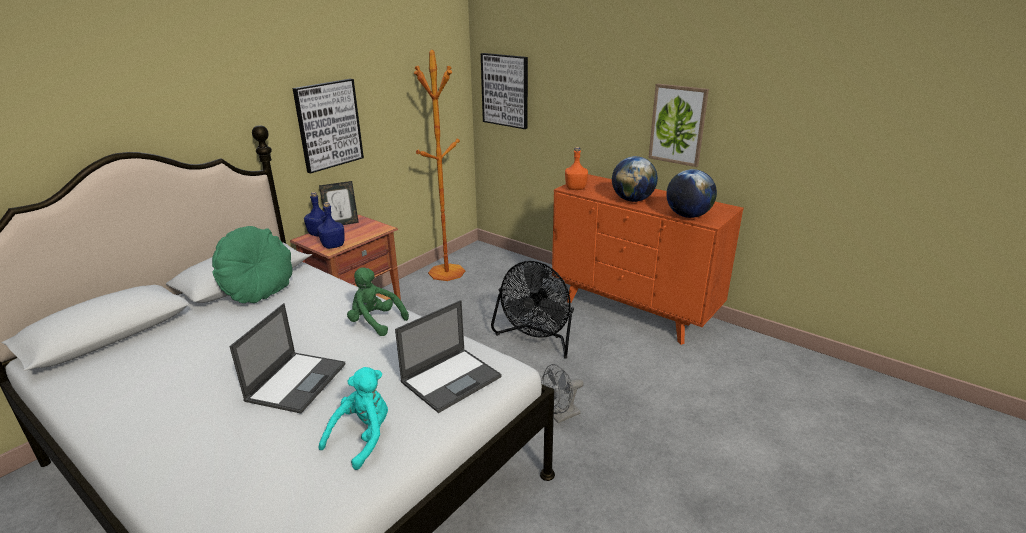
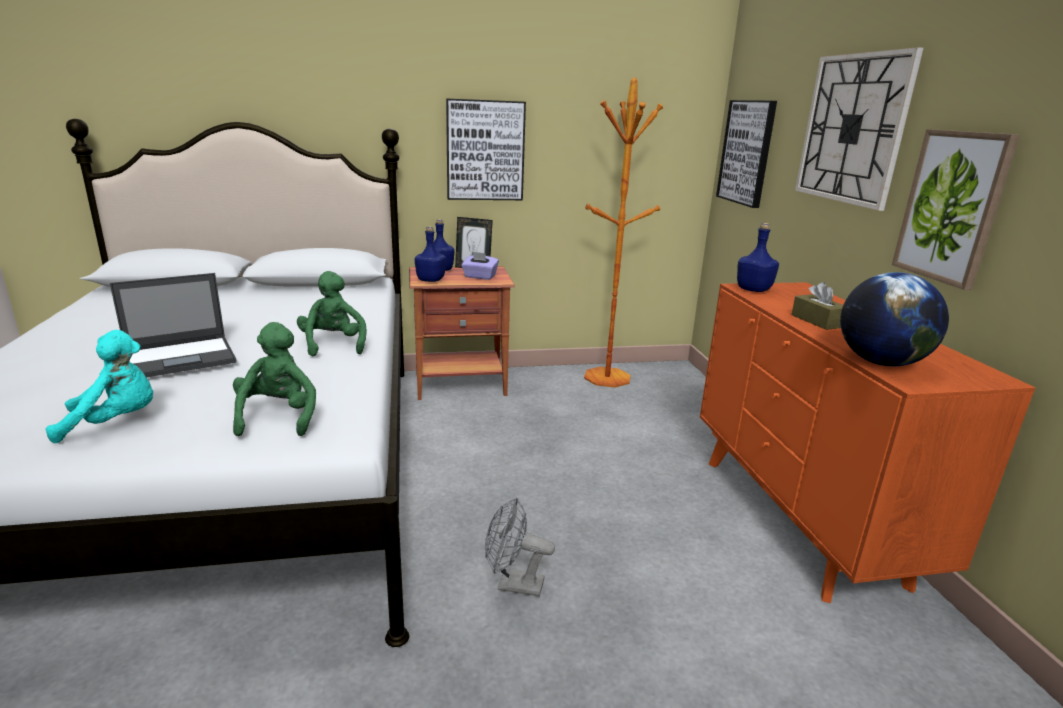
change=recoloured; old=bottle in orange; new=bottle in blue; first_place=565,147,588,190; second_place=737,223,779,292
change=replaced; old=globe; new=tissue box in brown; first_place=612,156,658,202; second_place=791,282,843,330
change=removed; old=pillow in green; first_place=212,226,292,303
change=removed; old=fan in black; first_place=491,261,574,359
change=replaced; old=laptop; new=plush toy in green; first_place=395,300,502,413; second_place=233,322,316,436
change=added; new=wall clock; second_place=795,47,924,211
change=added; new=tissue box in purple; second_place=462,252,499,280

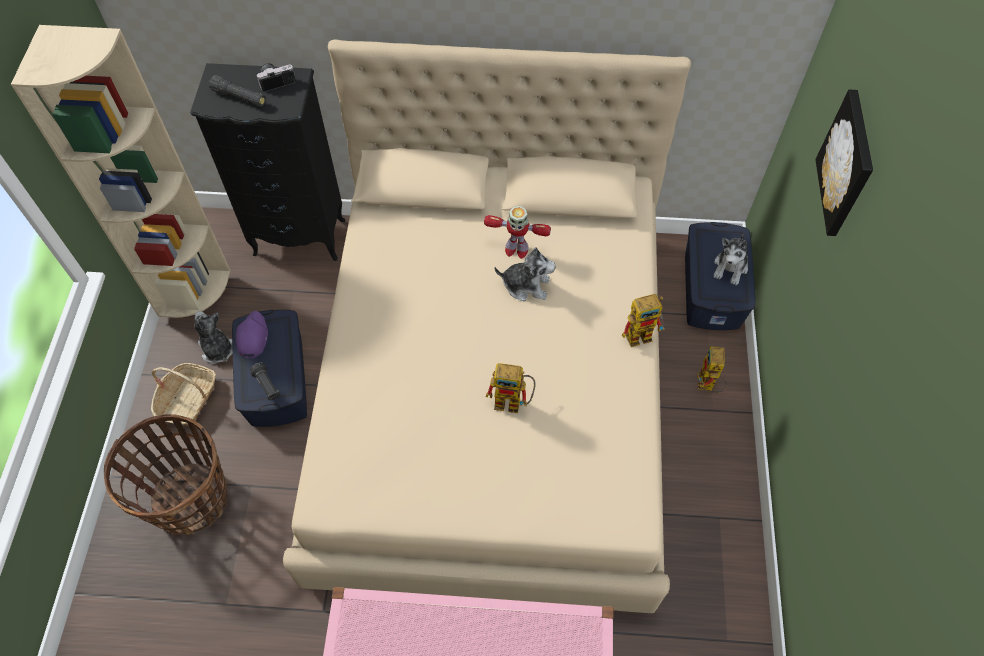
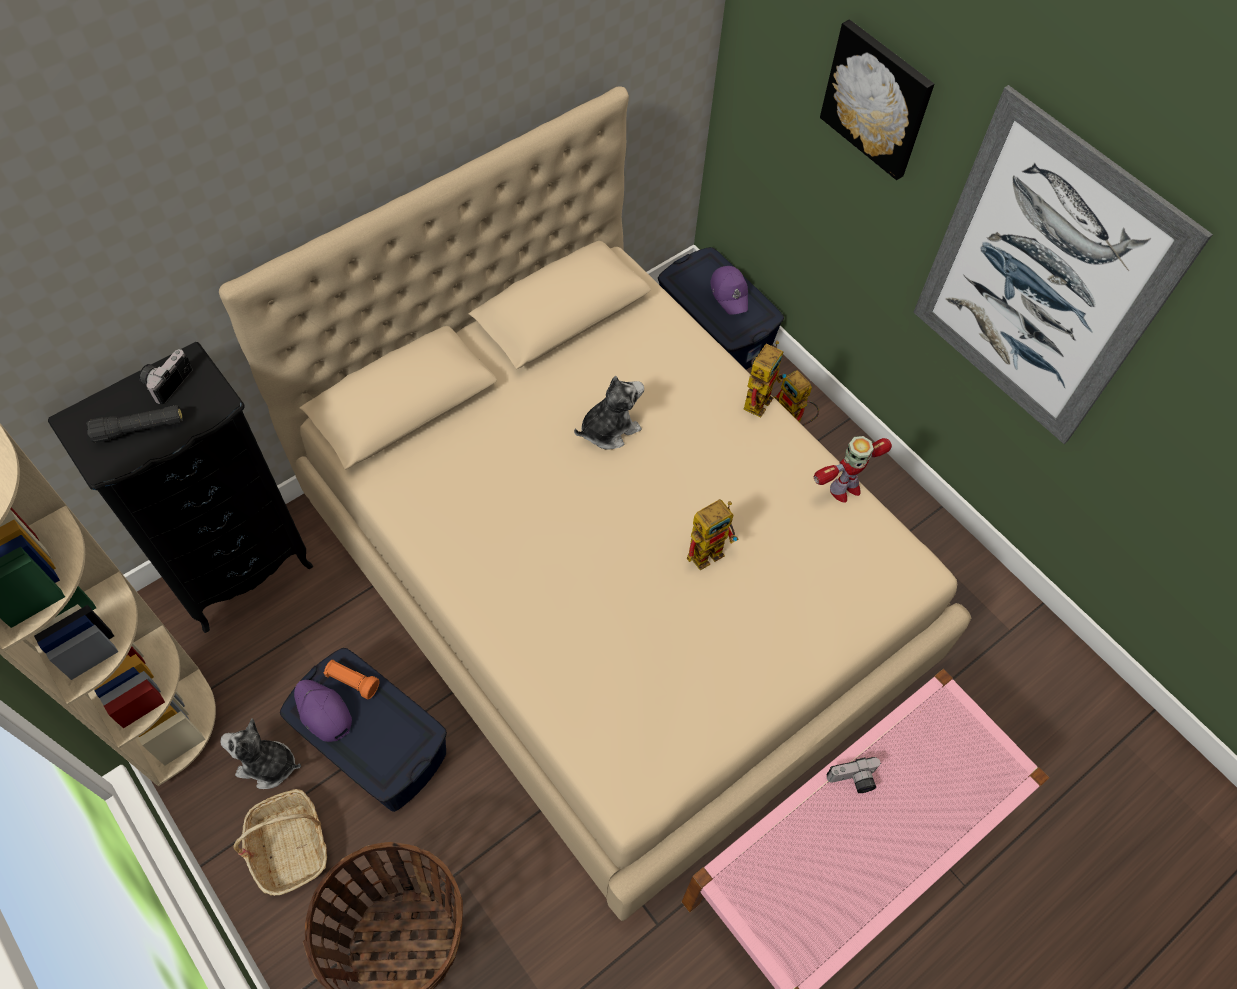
change=moved; old=toy robot; first_place=484,206,551,259; second_place=814,436,892,503
change=replaced; old=plush toy; new=cap in purple; first_place=714,235,748,285; second_place=710,266,748,315
change=removed; old=flashlight in black; first_place=250,362,280,400
change=added; new=picture; second_place=913,85,1213,444
change=added; new=flashlight in orange; second_place=324,660,379,699
change=added; new=photo camera; second_place=827,757,881,793

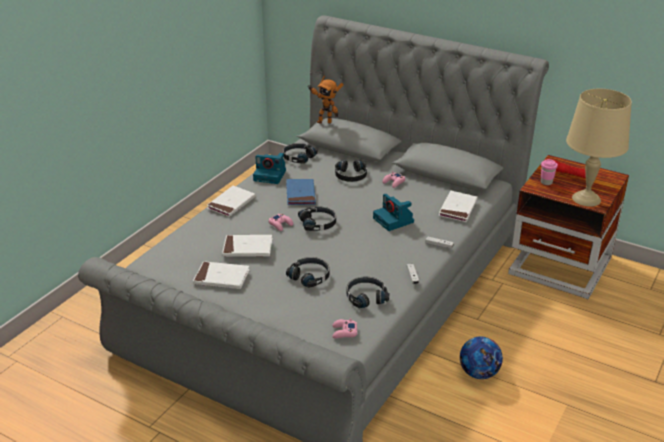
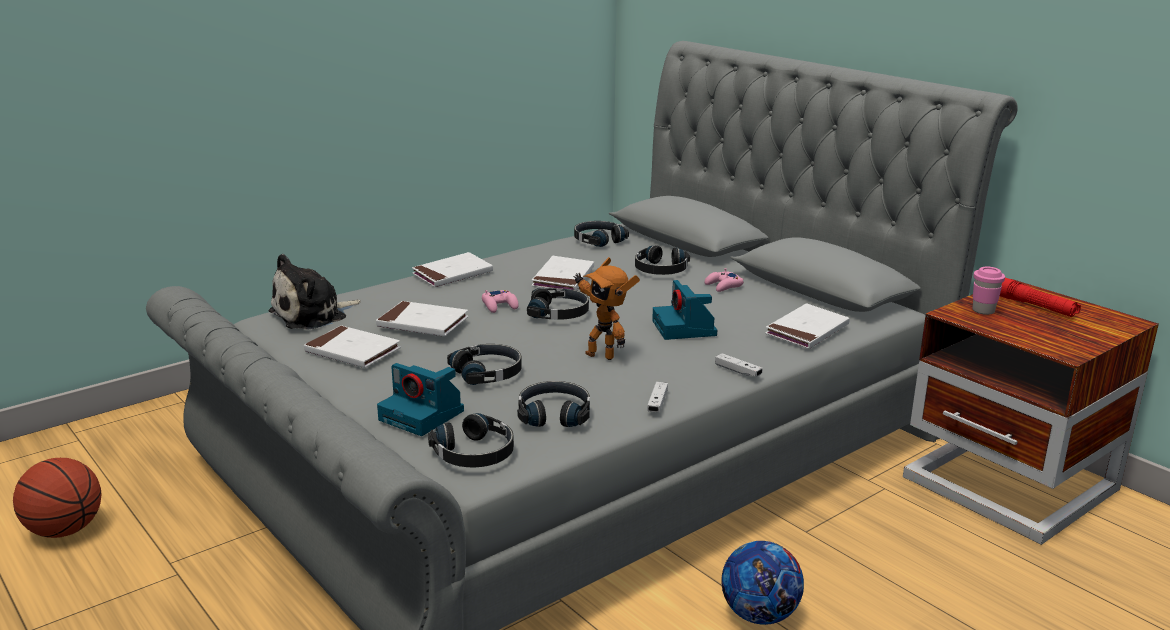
change=moved; old=toy robot; first_place=309,76,344,124; second_place=574,257,640,360
change=removed; old=table lamp in beige; first_place=566,89,632,207
change=moved; old=photo camera; first_place=253,153,286,184; second_place=377,363,464,436
change=recoloured; old=book in blue; new=book in white; first_place=286,179,316,205; second_place=531,256,594,290
change=replaced; old=game controller in pink; new=headphones in black; first_place=332,318,357,338; second_place=428,413,514,467
change=added; new=plush toy; second_place=269,254,361,330
change=added; new=basketball; second_place=13,458,102,538

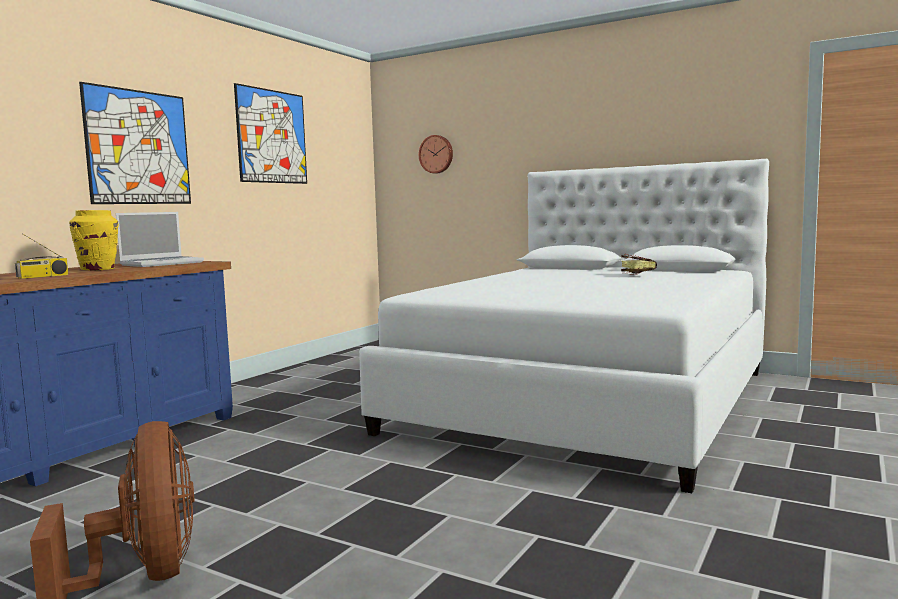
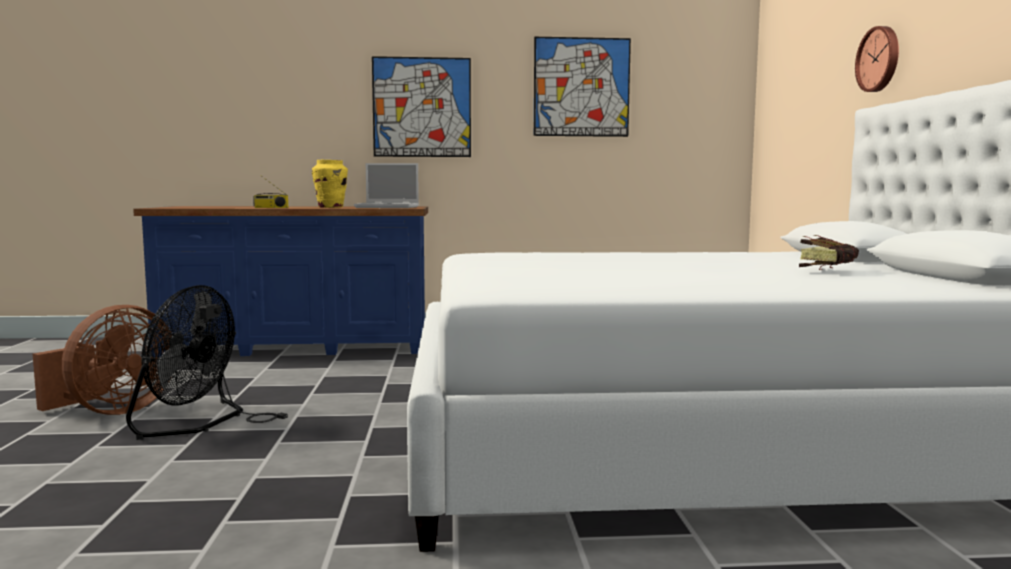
change=moved; old=wall clock; first_place=419,135,453,174; second_place=855,26,899,92
change=added; new=fan in black; second_place=126,285,288,440

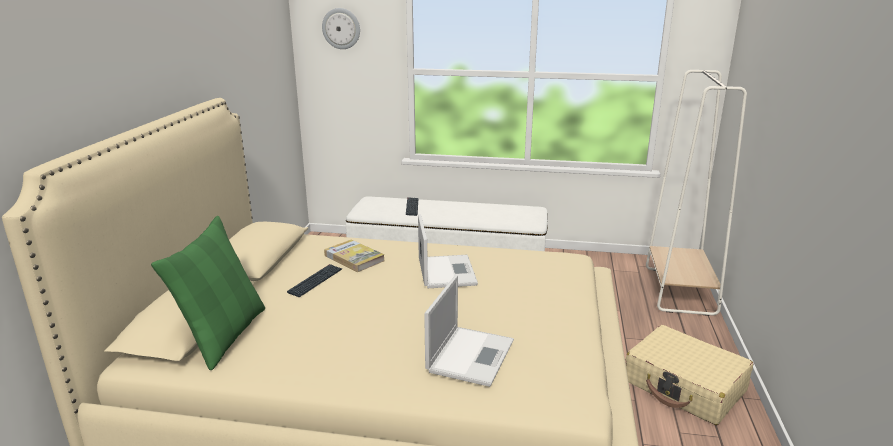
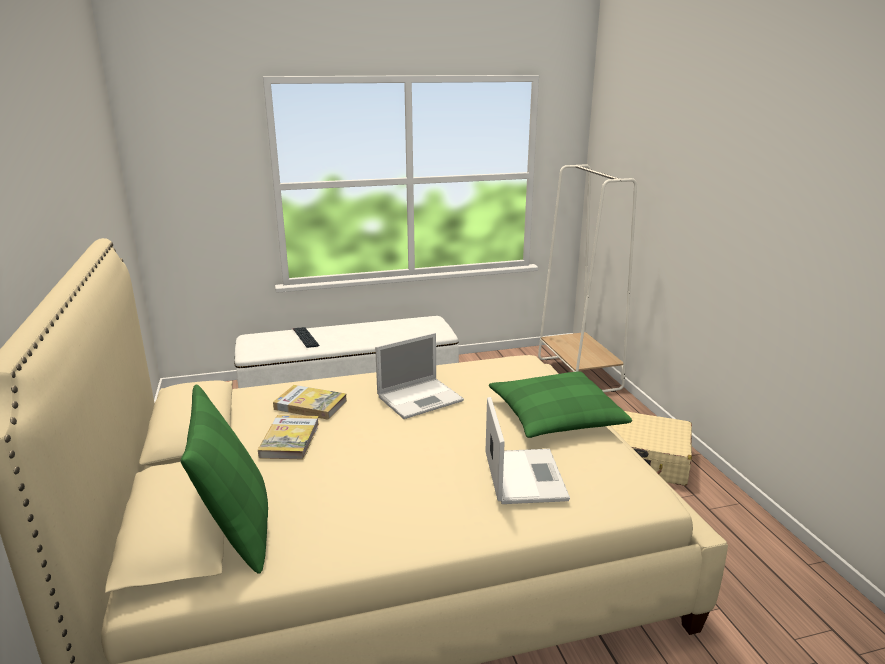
change=removed; old=wall clock; first_place=322,8,360,49
change=turned; old=laptop; first_place=418,214,478,288; second_place=375,333,464,419; degrees=90
change=replaced; old=keyboard; new=book; first_place=287,264,342,297; second_place=258,415,319,460
change=added; new=pillow in green; second_place=489,371,632,438

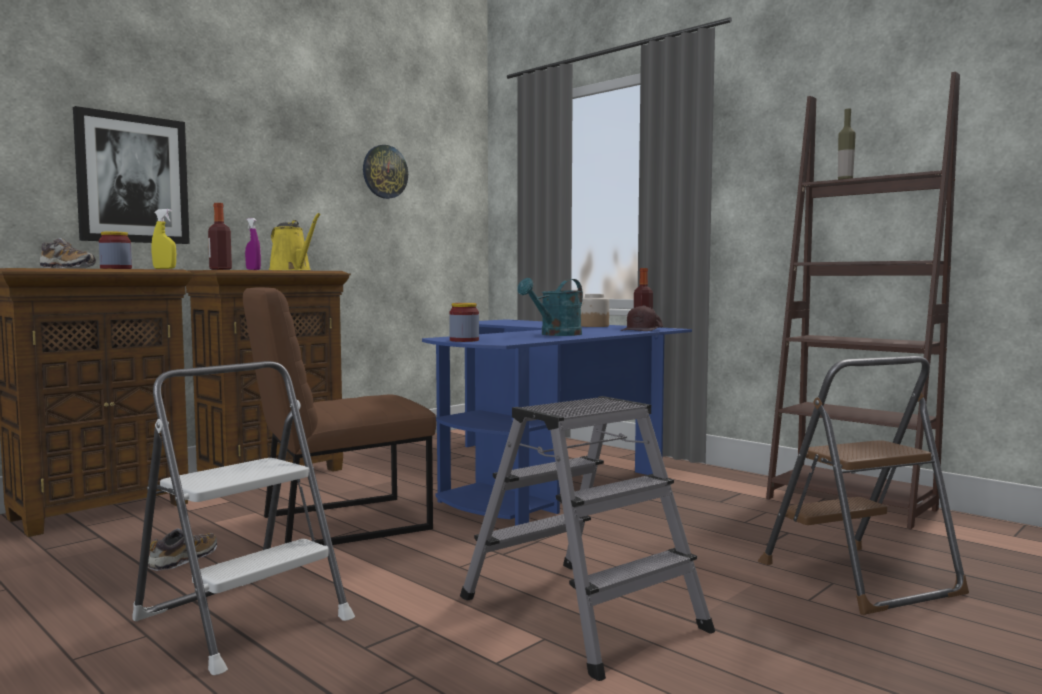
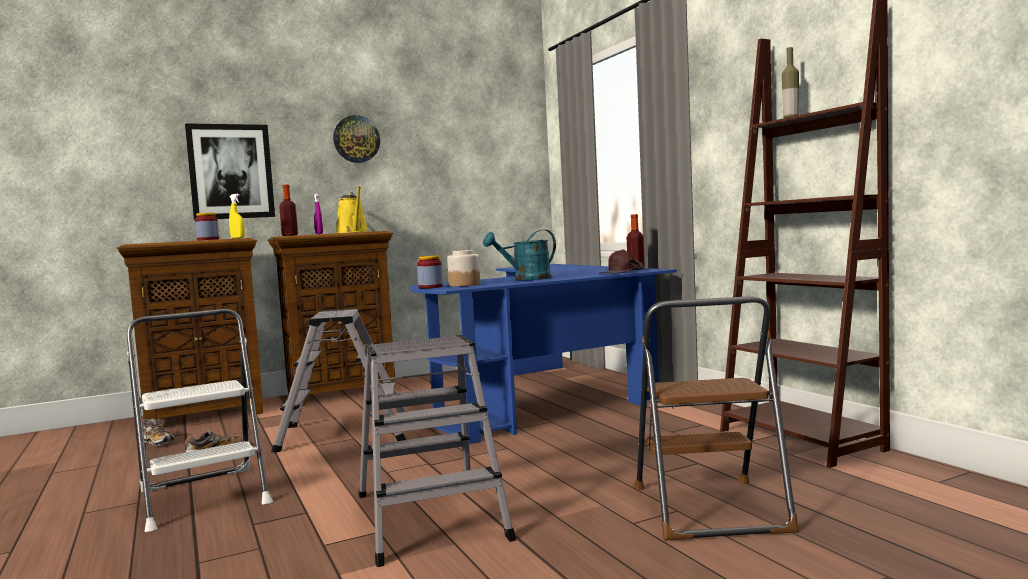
change=moved; old=wall clock; first_place=363,145,408,199; second_place=333,115,380,163
change=moved; old=shoe; first_place=40,238,96,269; second_place=142,419,175,446
change=replaced; old=chair in brown; new=step ladder in grey; first_place=243,287,436,546; second_place=271,309,406,453
change=moved; old=jar; first_place=581,294,609,327; second_place=447,250,480,287

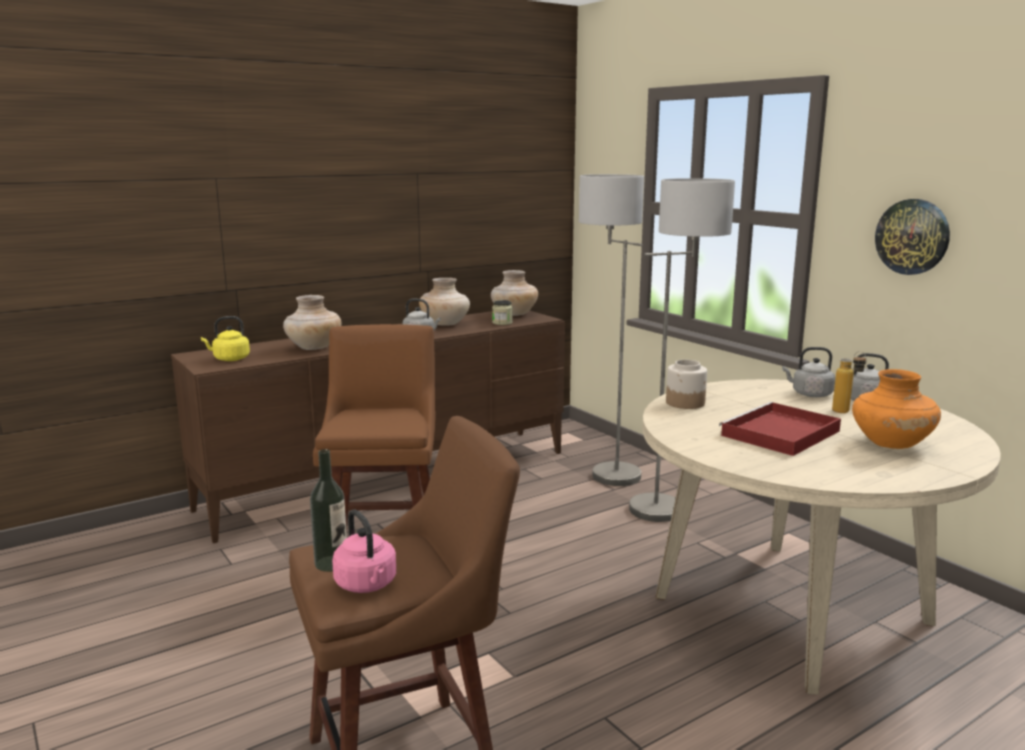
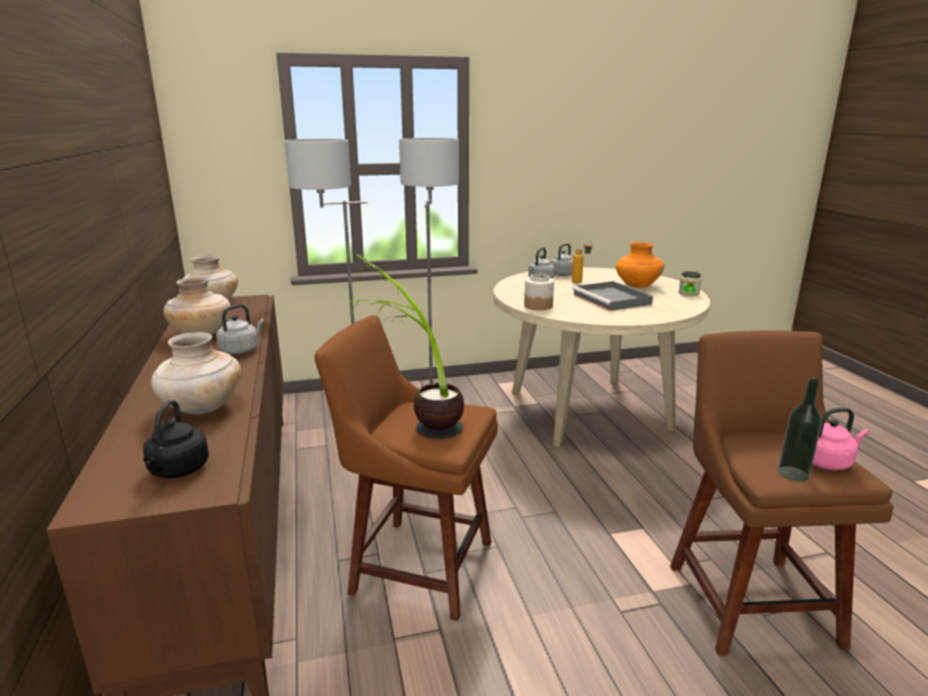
change=removed; old=wall clock; first_place=875,199,950,275
change=moved; old=jar; first_place=492,300,513,325; second_place=679,271,701,296
change=recoloured; old=kettle in yellow; new=kettle in black; first_place=201,316,250,361; second_place=143,400,209,478
change=recoloured; old=tray in red; new=tray in grey; first_place=719,402,841,456; second_place=572,281,653,311
change=added; new=potted plant; second_place=348,254,464,439

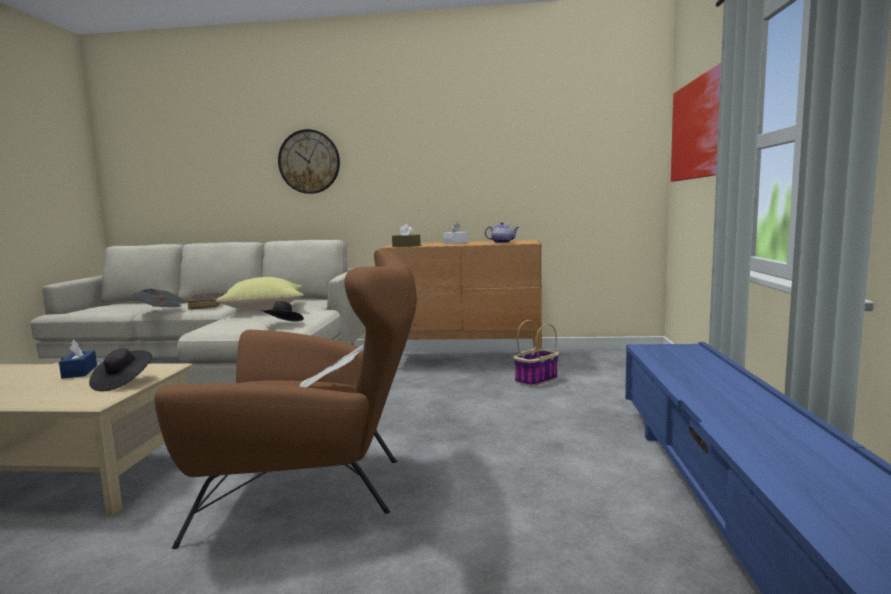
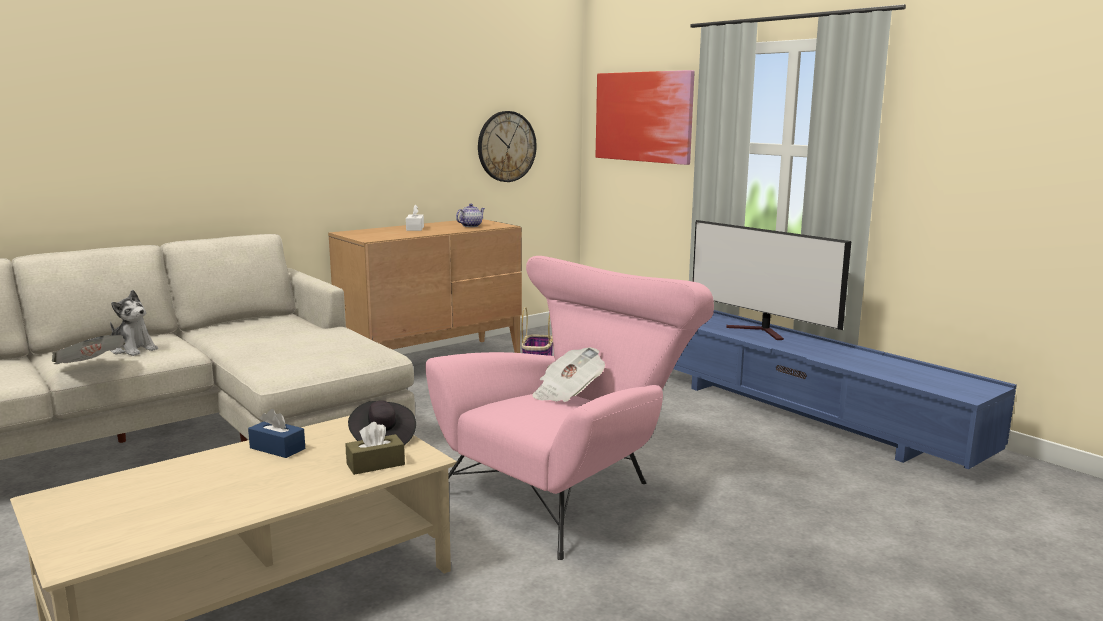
change=moved; old=wall clock; first_place=278,129,340,194; second_place=478,111,537,182
change=moved; old=tissue box in brown; first_place=392,224,421,247; second_place=346,422,405,475
change=recoloured; old=armchair in brown; new=armchair in pink; first_place=154,249,417,549; second_place=425,256,714,560
change=removed; old=pillow in yellow; first_place=216,277,304,311
change=replaced; old=book in brown; new=plush toy; first_place=187,292,223,310; second_place=110,290,158,356
change=removed; old=hat in black; first_place=260,301,304,322
change=added; new=television; second_place=693,220,851,340

